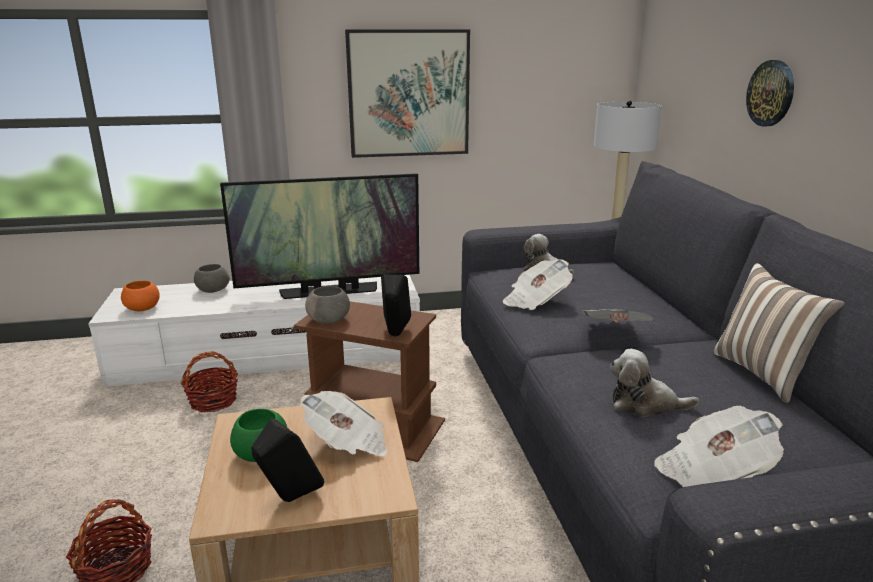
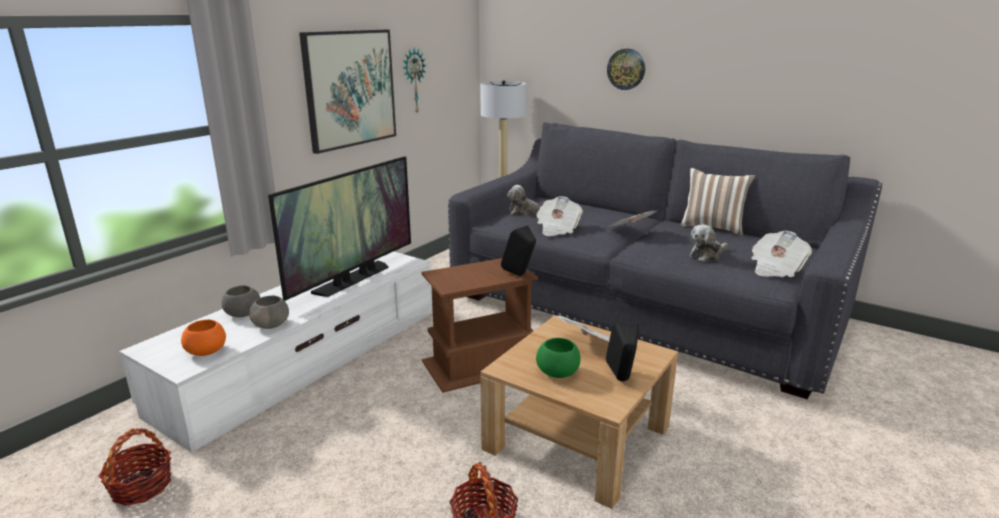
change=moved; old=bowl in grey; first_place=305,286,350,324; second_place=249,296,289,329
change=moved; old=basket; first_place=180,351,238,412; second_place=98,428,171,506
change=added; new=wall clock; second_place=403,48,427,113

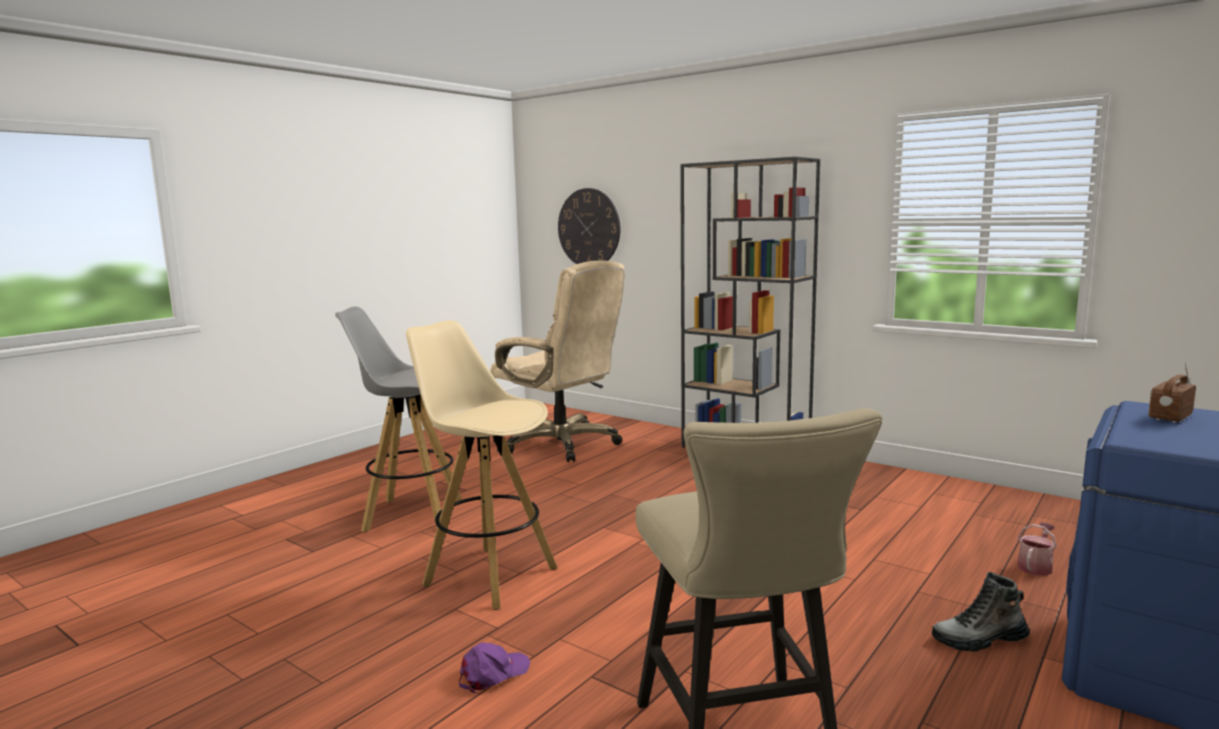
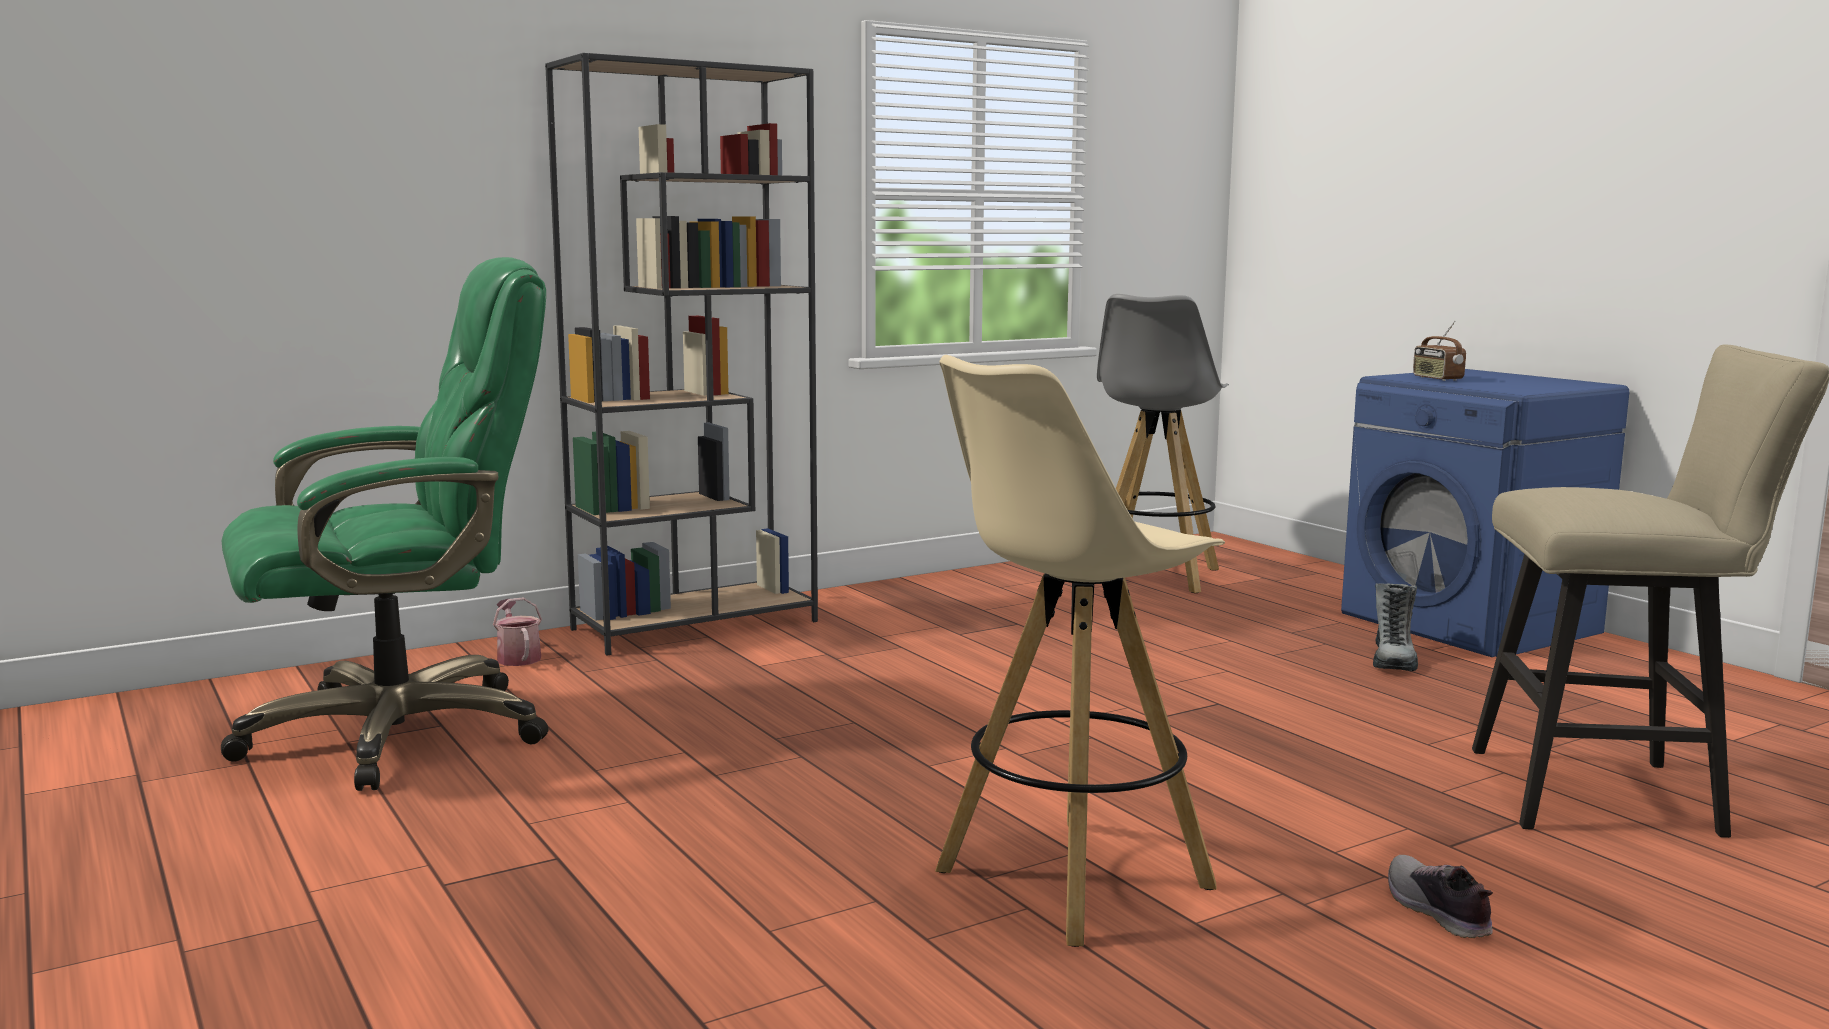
change=removed; old=wall clock; first_place=558,188,620,264
change=recoloured; old=office chair in beige; new=office chair in green; first_place=490,260,625,462; second_place=221,257,549,791
change=moved; old=stool in grey; first_place=335,306,462,532; second_place=1097,294,1229,593
change=moved; old=watering can; first_place=1017,522,1057,576; second_place=493,597,542,666
change=replaced; old=cap in purple; new=shoe; first_place=459,643,531,693; second_place=1388,855,1493,938

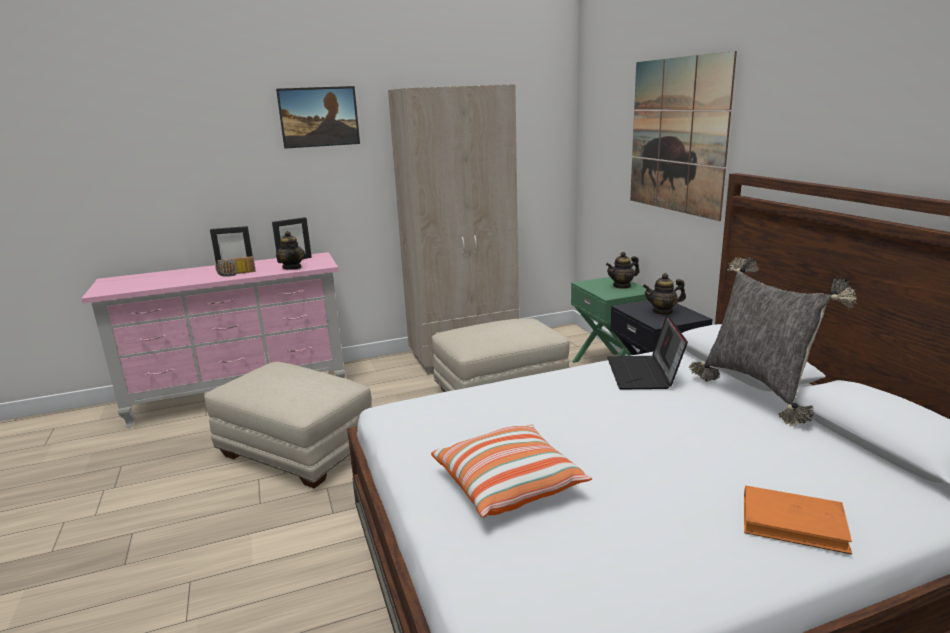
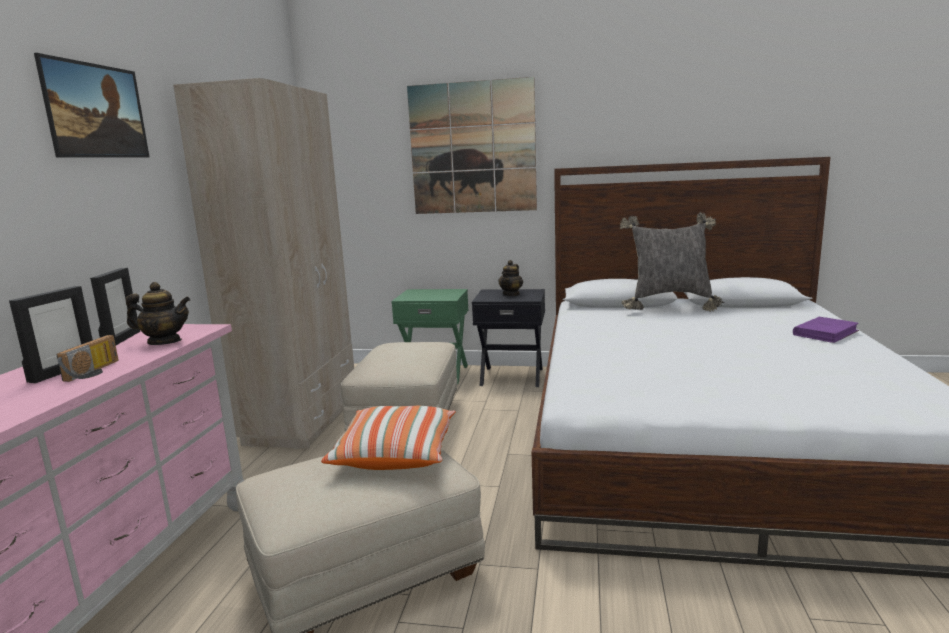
change=removed; old=teapot; first_place=606,252,640,289
change=removed; old=laptop; first_place=607,315,688,389
change=moved; old=pillow; first_place=431,425,592,518; second_place=321,406,456,470
change=recoloured; old=book in orange; new=book in purple; first_place=744,485,852,555; second_place=793,317,859,343

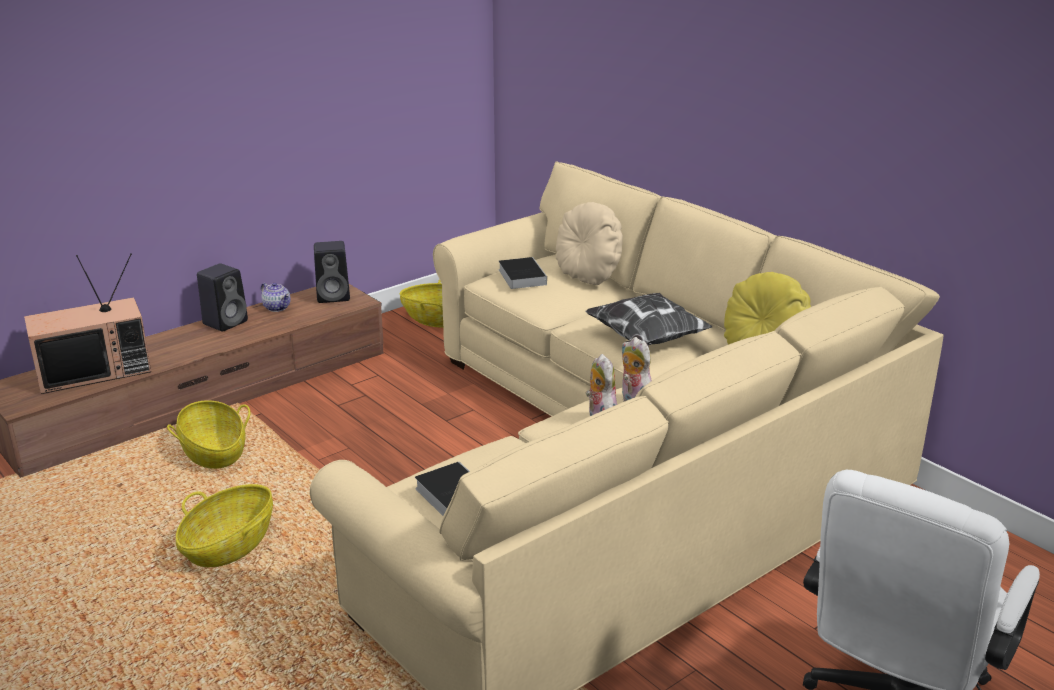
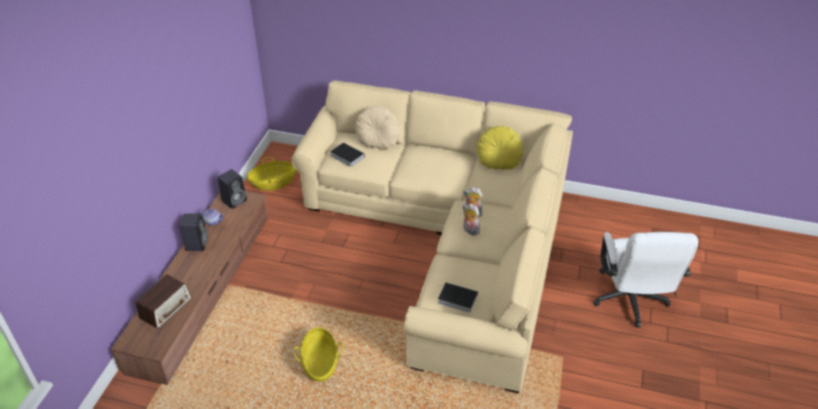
change=replaced; old=television; new=radio; first_place=24,253,151,394; second_place=136,274,191,328
change=removed; old=pillow; first_place=585,293,713,346
change=removed; old=basket; first_place=167,400,251,469

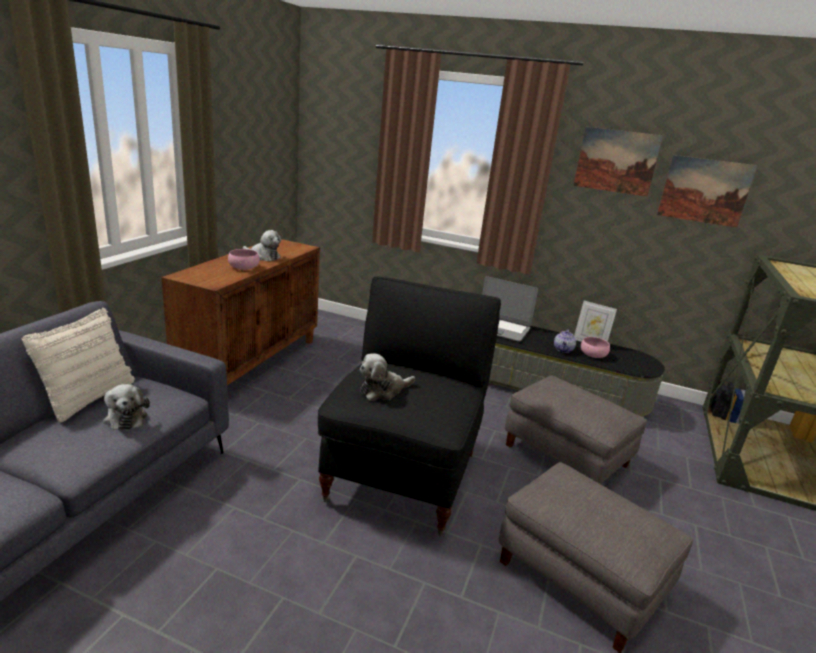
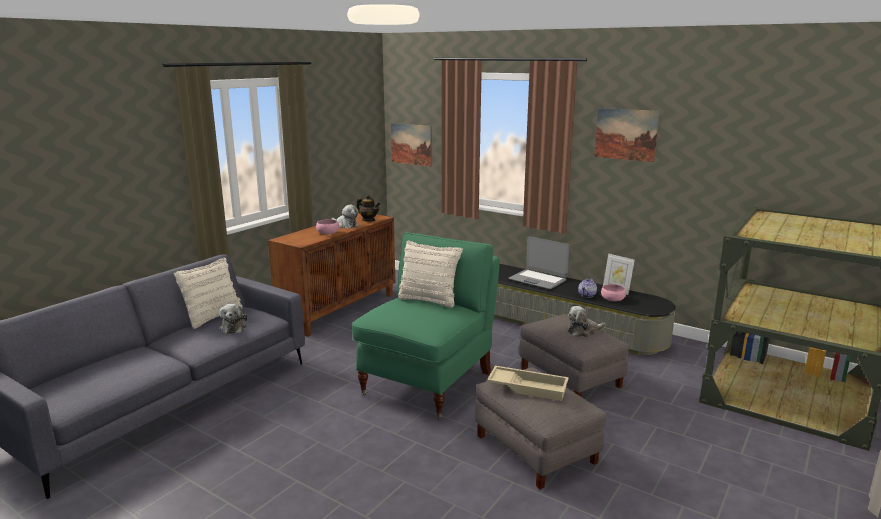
change=moved; old=picture; first_place=657,155,758,228; second_place=391,123,432,167
change=recoloured; old=armchair in black; new=armchair in green; first_place=318,276,501,536; second_place=352,232,500,418
change=moved; old=plush toy; first_place=360,354,415,401; second_place=568,306,605,337
change=added; new=teapot; second_place=357,194,380,221
change=added; new=pillow in beige; second_place=398,240,463,308
change=added; new=tray in beige; second_place=487,366,569,401

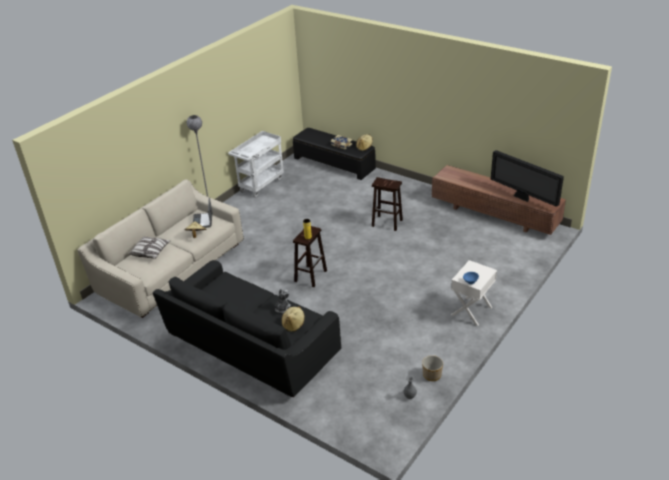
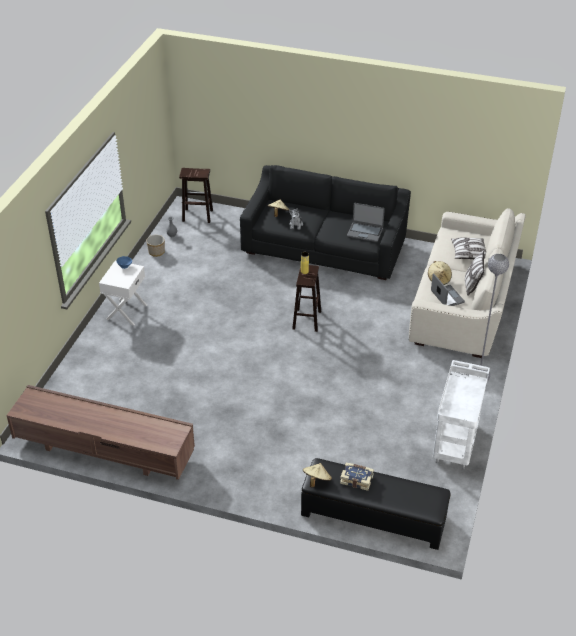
change=removed; old=television; first_place=491,150,564,207
change=moved; old=stool in brown; first_place=372,177,403,231; second_place=179,168,213,223
change=added; new=laptop; second_place=347,203,385,242
change=added; new=pillow; second_place=465,250,484,296

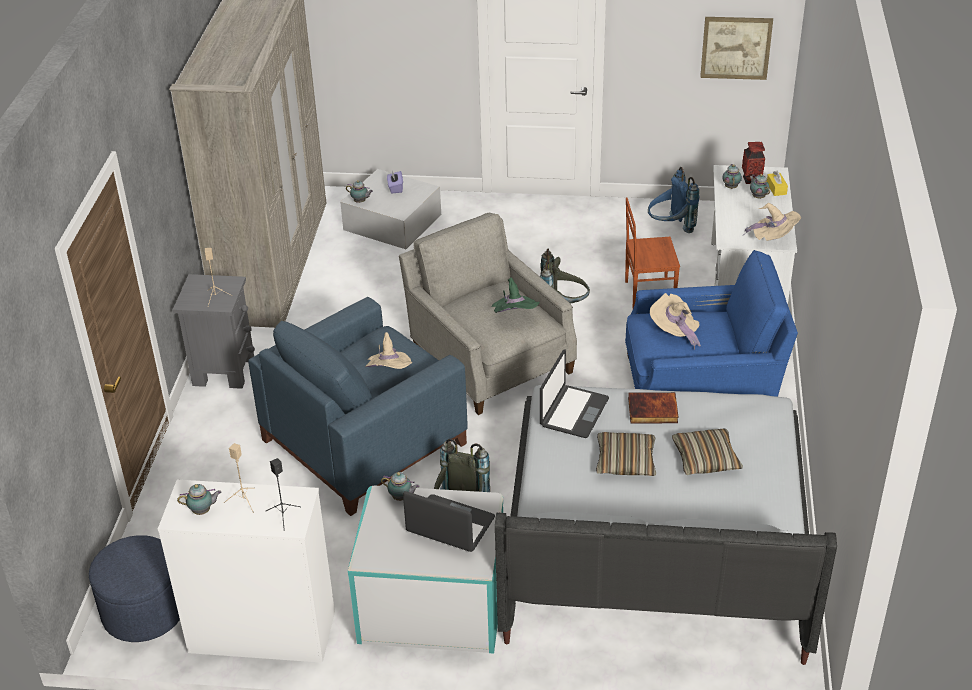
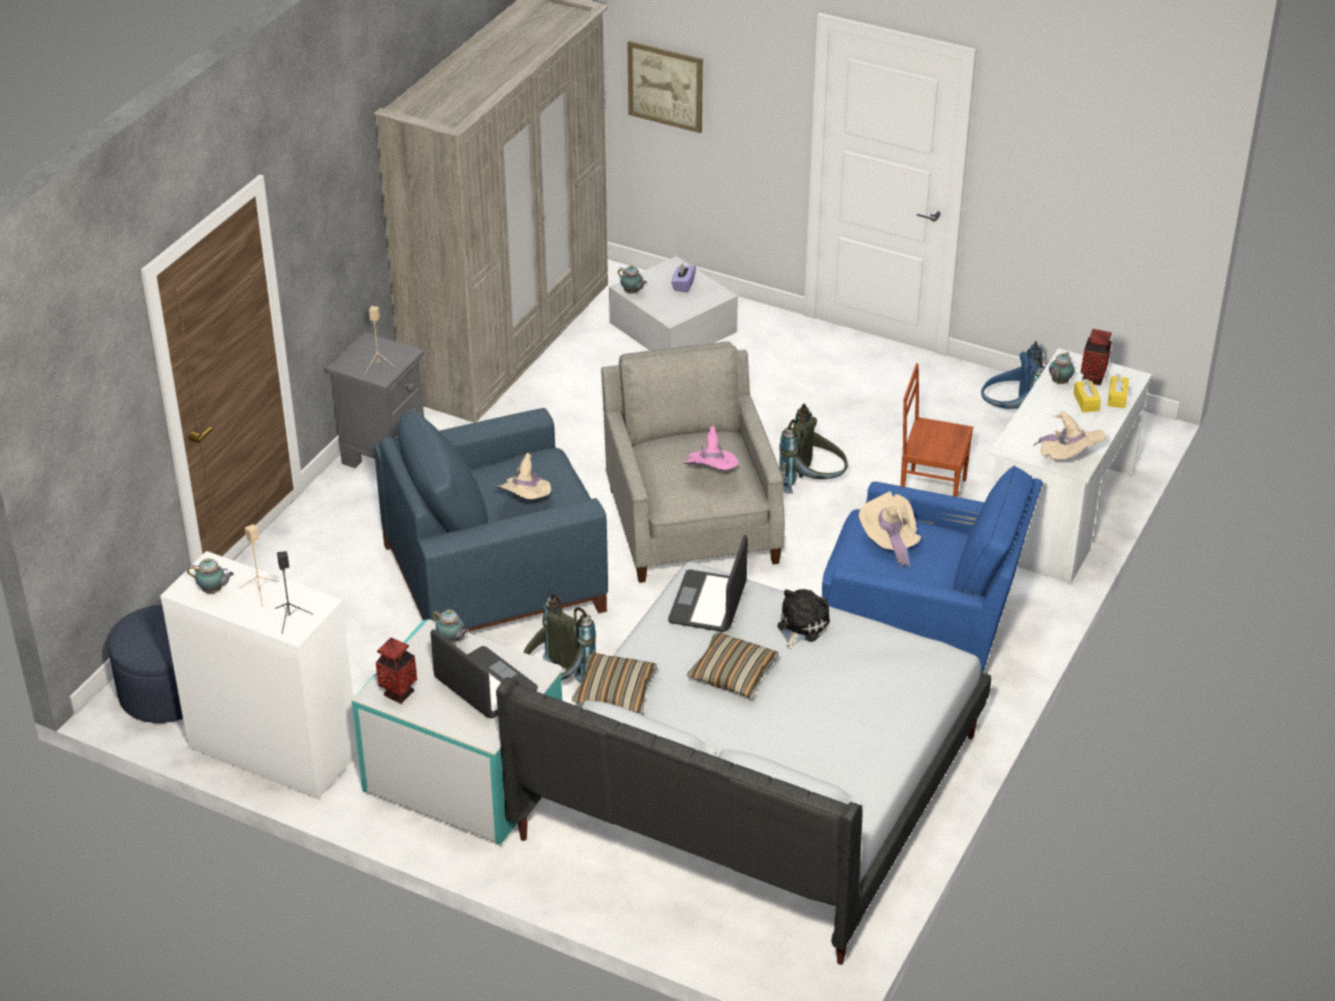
change=moved; old=picture; first_place=700,17,773,80; second_place=628,41,703,133
change=replaced; old=teapot; new=tissue box in yellow; first_place=749,174,770,199; second_place=1074,379,1101,412
change=recoloured; old=hat in green; new=hat in pink; first_place=491,277,540,313; second_place=683,426,739,470
change=turned; old=laptop; first_place=540,350,609,438; second_place=668,535,748,632; degrees=150
change=replaced; old=book; new=plush toy; first_place=628,392,679,424; second_place=777,589,830,649
change=moved; old=pillow; first_place=672,429,743,475; second_place=572,653,657,713
change=added; new=vase; second_place=376,638,417,704

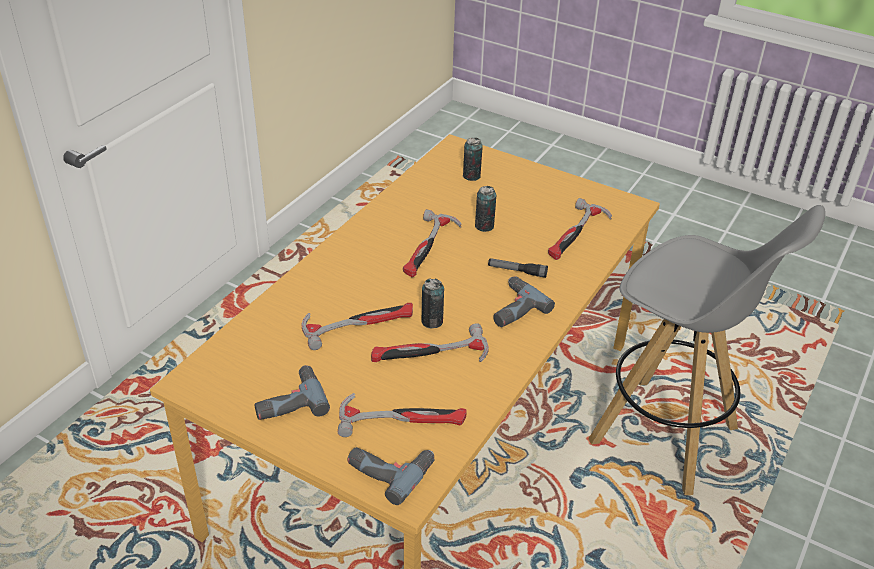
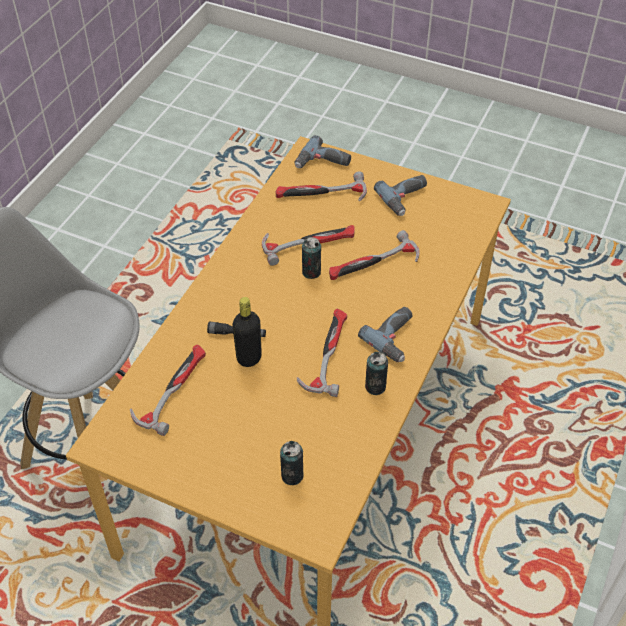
change=moved; old=can; first_place=475,186,496,232; second_place=365,352,388,395
change=moved; old=power drill; first_place=493,276,555,327; second_place=358,307,412,362
change=added; new=bottle in black; second_place=233,297,262,367

